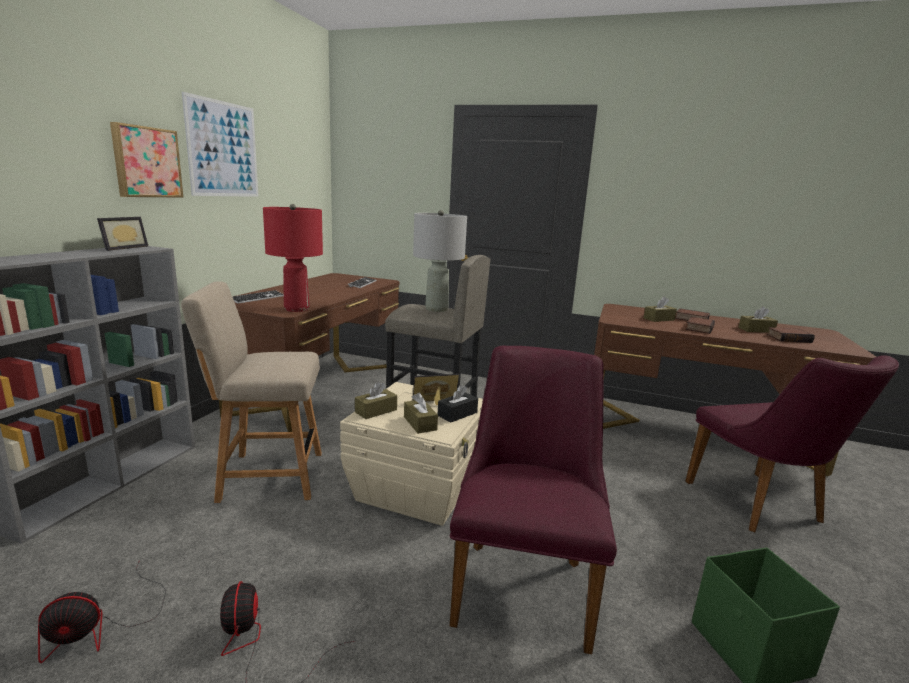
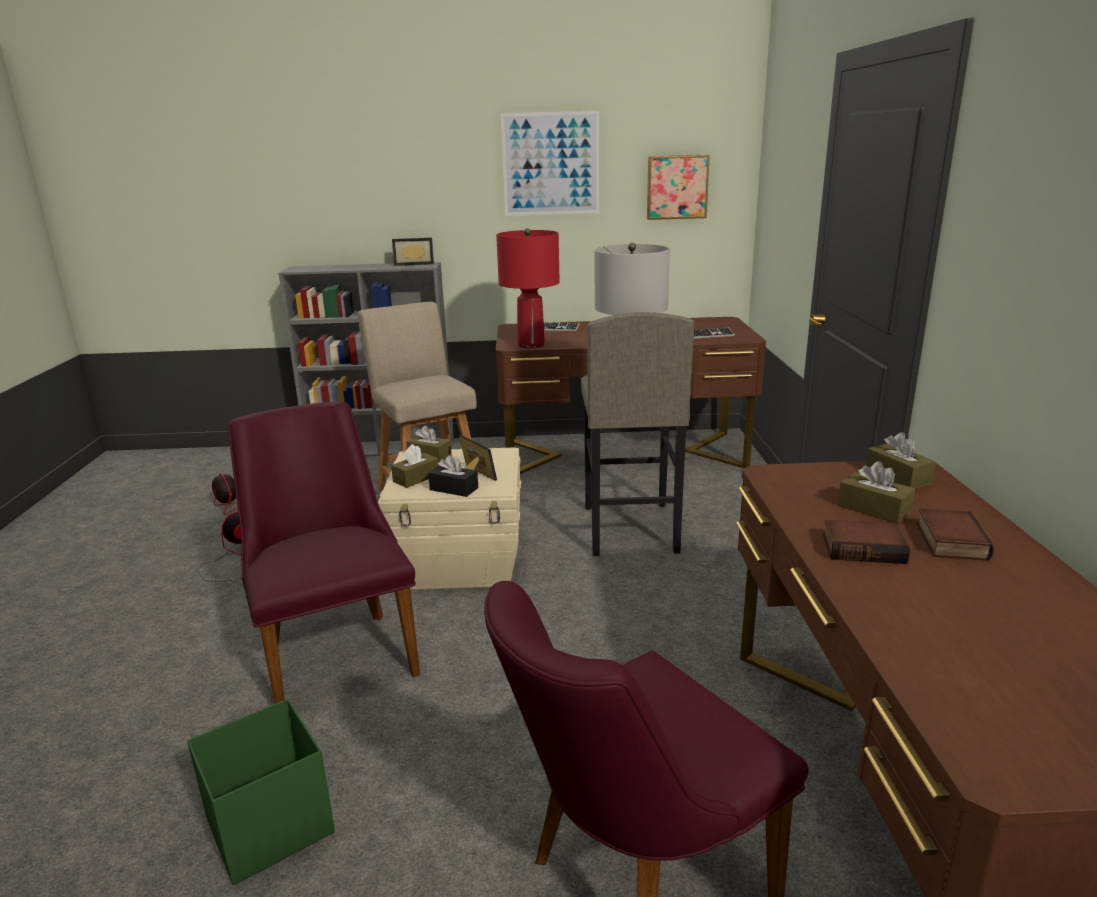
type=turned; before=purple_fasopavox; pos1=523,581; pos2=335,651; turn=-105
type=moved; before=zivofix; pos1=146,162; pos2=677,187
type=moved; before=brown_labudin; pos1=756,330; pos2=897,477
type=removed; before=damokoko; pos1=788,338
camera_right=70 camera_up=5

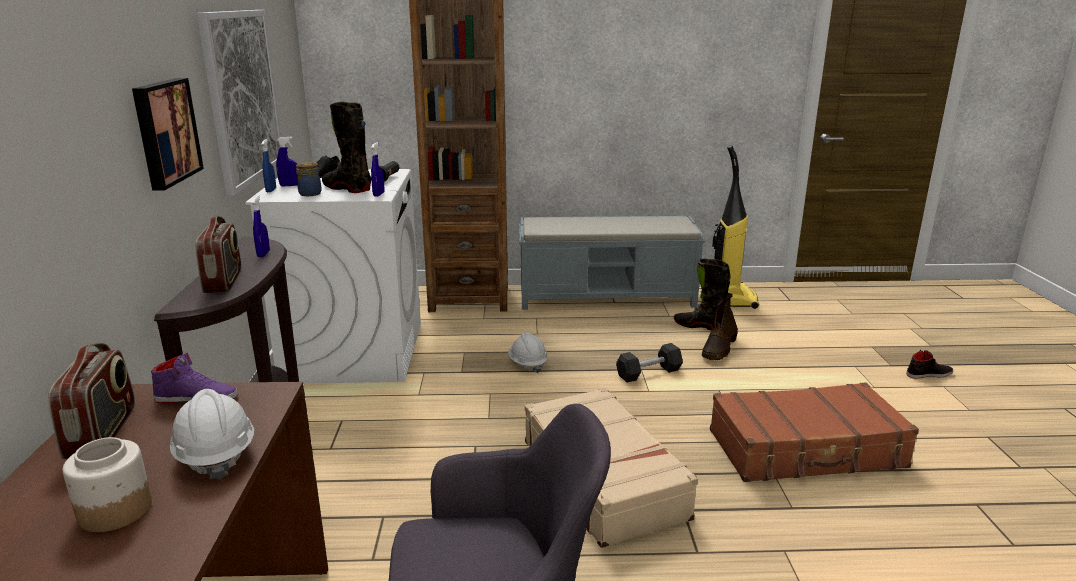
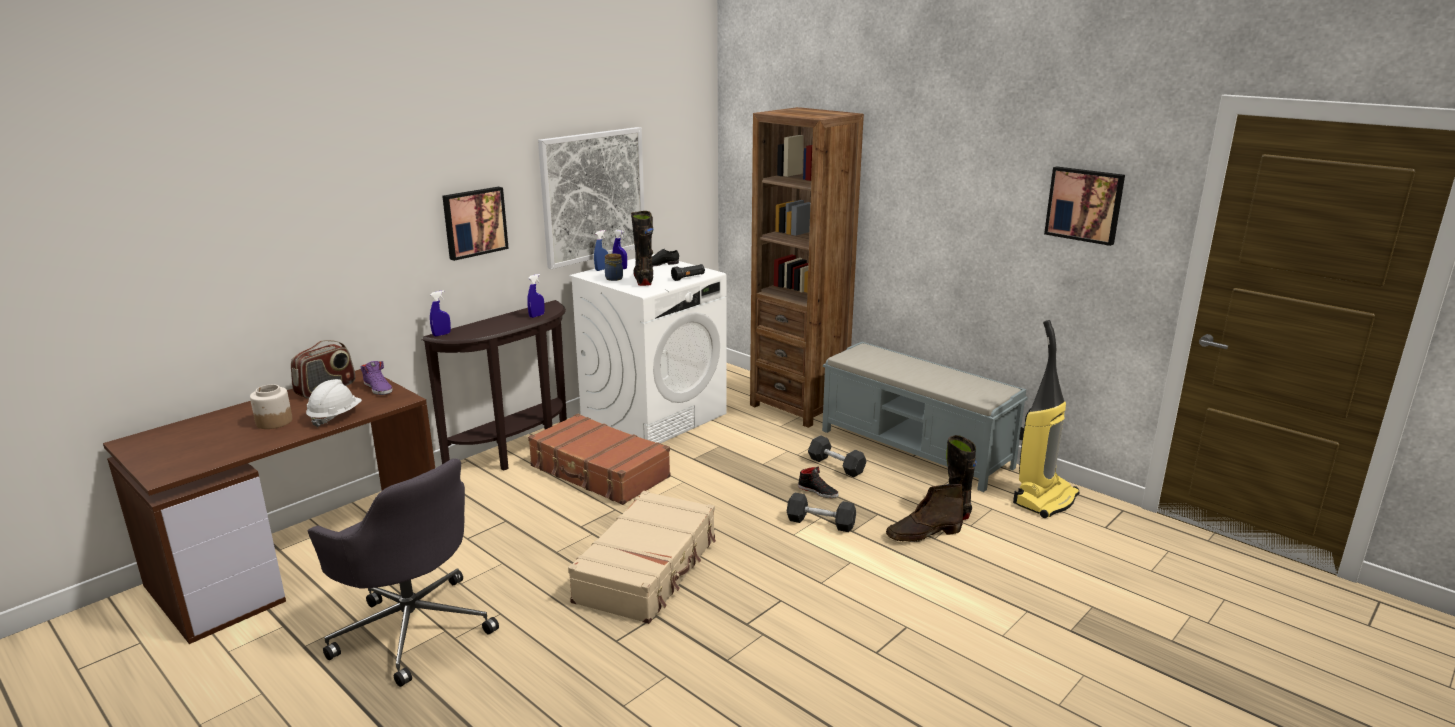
type=moved; before=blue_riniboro; pos1=378,194; pos2=441,334
type=moved; before=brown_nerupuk; pos1=806,450; pos2=599,472
type=moved; before=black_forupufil; pos1=928,374; pos2=818,491
type=added; after=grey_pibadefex; pos2=836,465
type=added; after=zivofix; pos2=1085,204
type=removed; before=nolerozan; pos1=224,281
type=removed; before=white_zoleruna; pos1=527,364
camera_right=45 camera_up=0

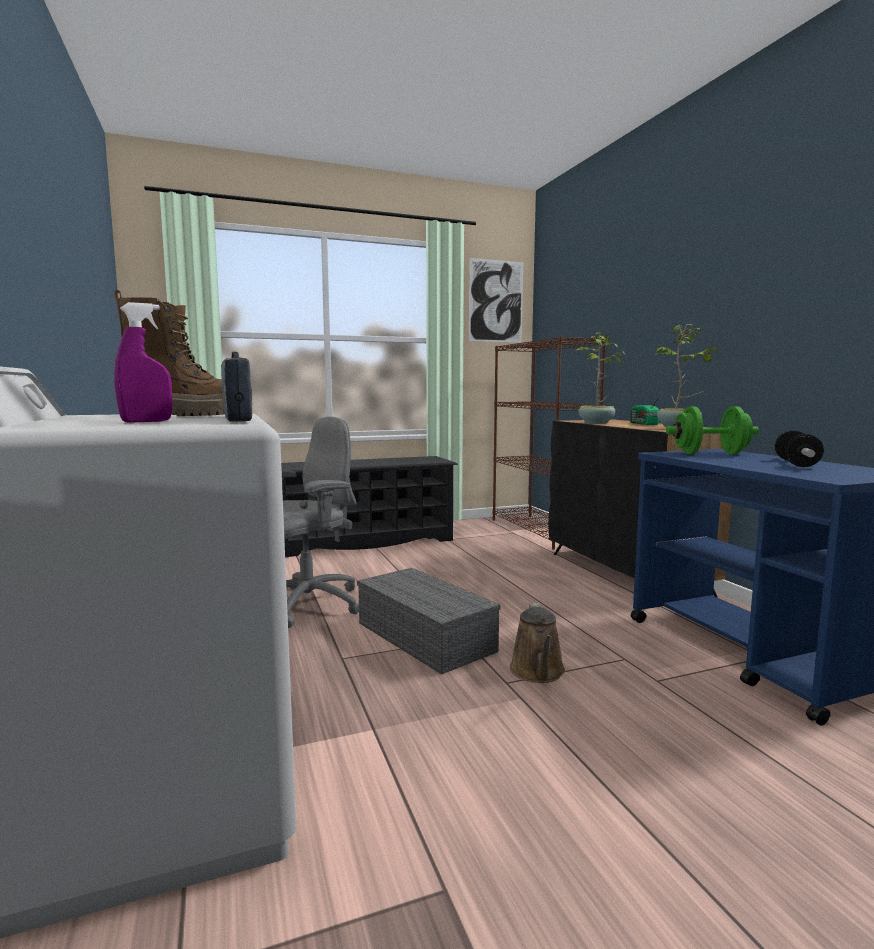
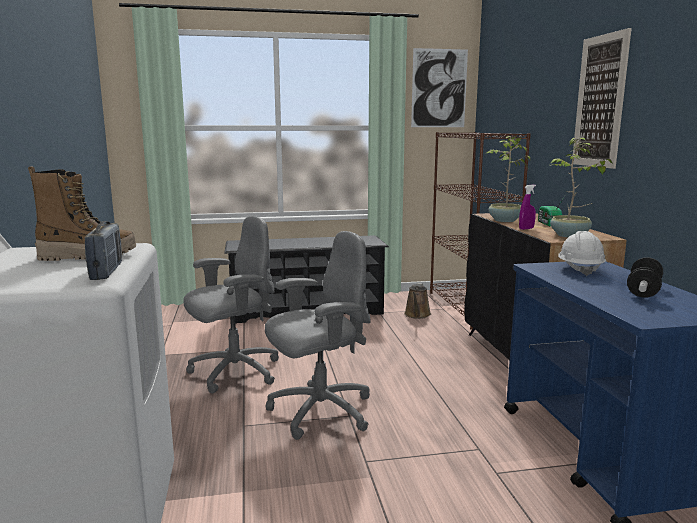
type=replaced; before=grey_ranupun; after=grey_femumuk; pos1=427,637; pos2=319,411
type=moved; before=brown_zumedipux; pos1=538,672; pos2=417,315
type=moved; before=purple_riniboro; pos1=146,421; pos2=526,228
type=replaced; before=green_pibadefex; after=white_zoleruna; pos1=710,454; pos2=579,269
type=added; after=zivofix; pos2=600,102
camera_right=10 camera_up=5

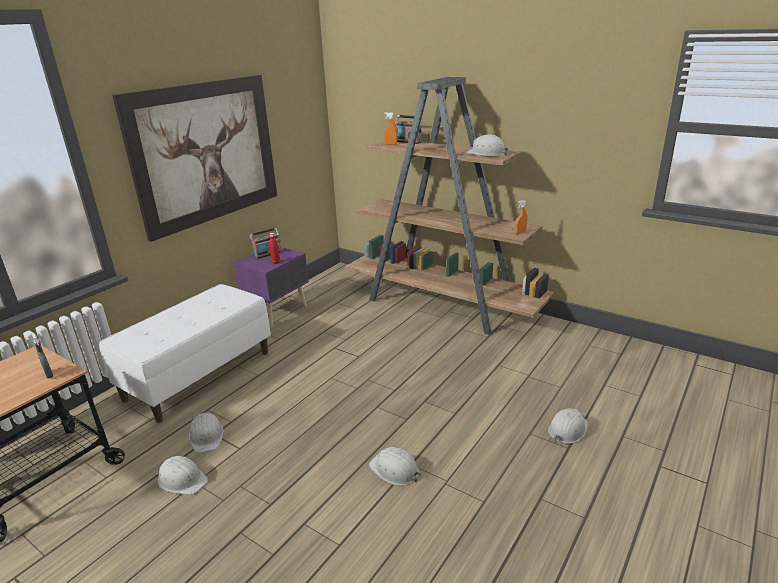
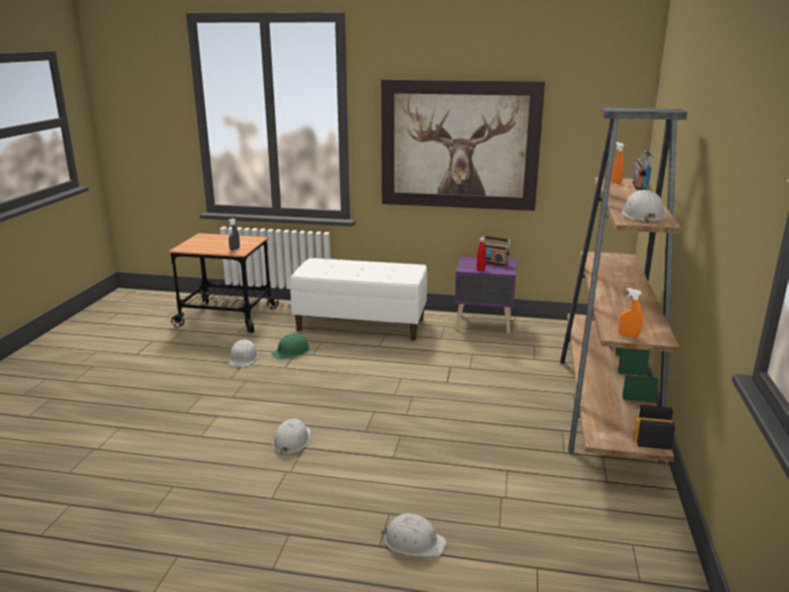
type=recoloured; before=white_zoleruna; after=green_zoleruna; pos1=207,436; pos2=291,351
camera_right=65 camera_up=-5

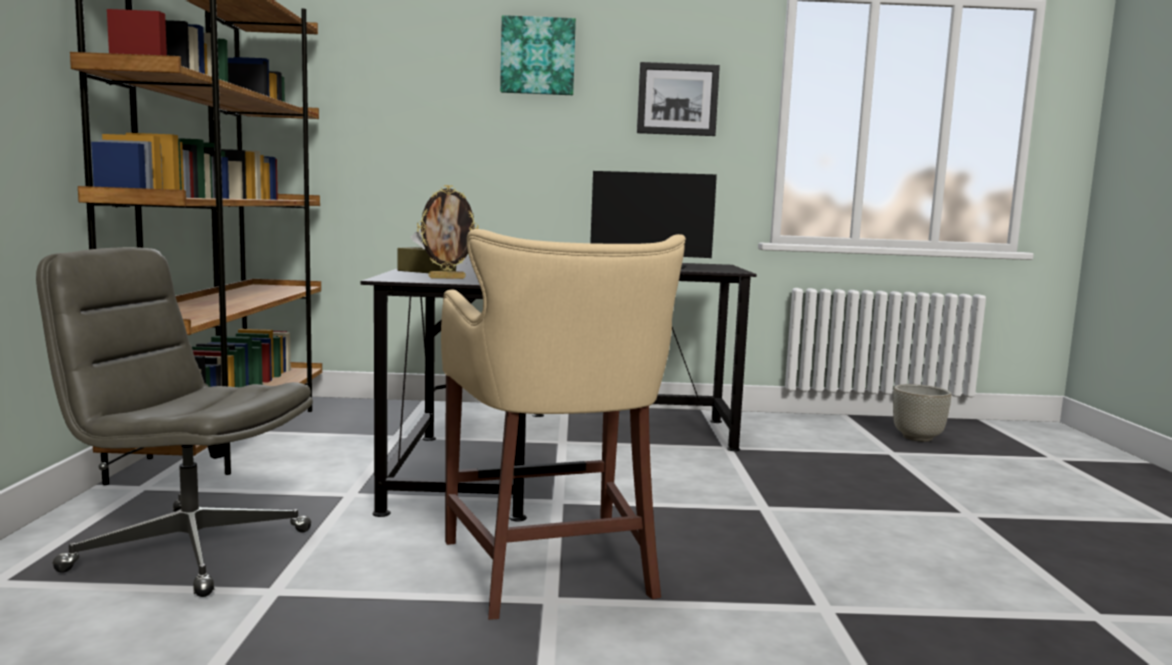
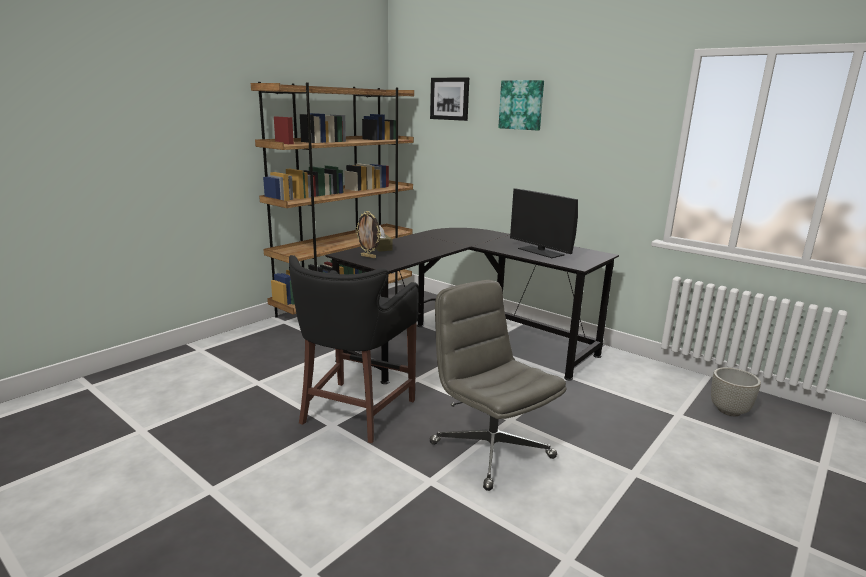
type=recoloured; before=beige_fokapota; after=black_fokapota; pos1=552,570; pos2=355,412
type=moved; before=grey_femumuk; pos1=188,550; pos2=490,449
type=moved; before=zivofix; pos1=677,99; pos2=450,99
camera_right=40 camera_up=10

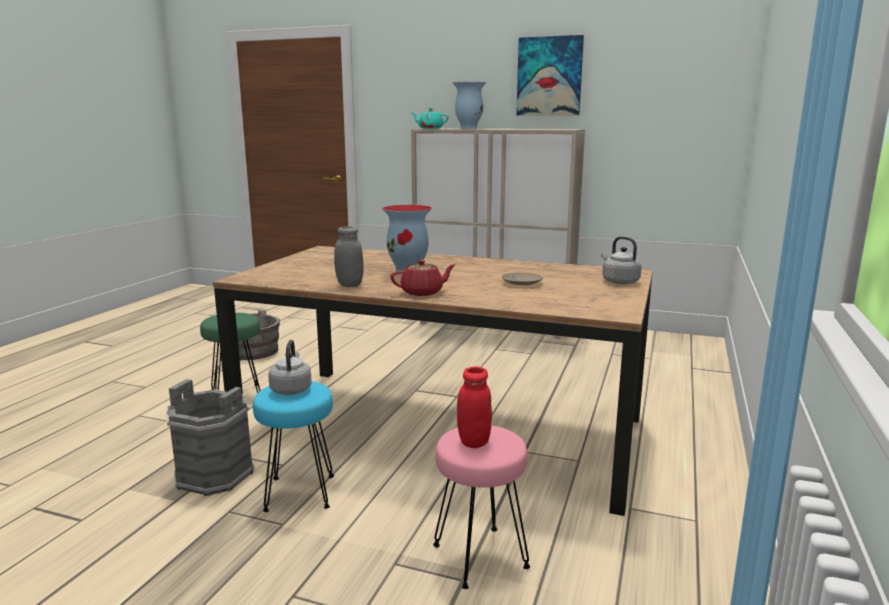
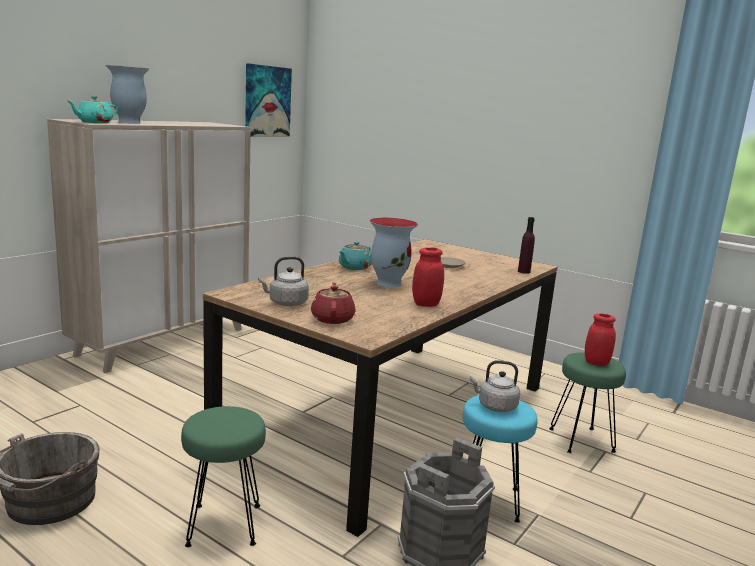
type=moved; before=zivofix; pos1=549,76; pos2=267,101
type=moved; before=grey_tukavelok; pos1=618,281; pos2=286,303
type=moved; before=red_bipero; pos1=423,292; pos2=332,318
type=added; after=turquoise_bipero; pos2=354,267
type=recoloured; before=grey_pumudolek; after=red_pumudolek; pos1=349,285; pos2=426,304
type=added; after=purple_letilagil; pos2=524,271
type=recoloured; before=pink_fokapota; after=green_fokapota; pos1=479,557; pos2=581,441
camera_right=-75 camera_up=0

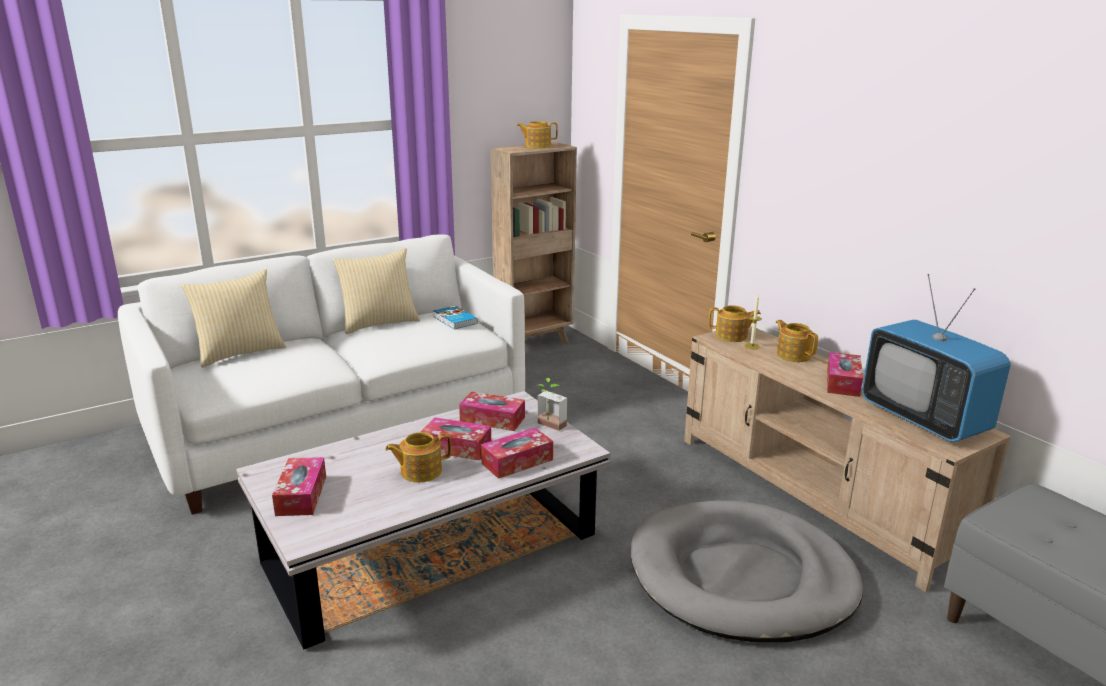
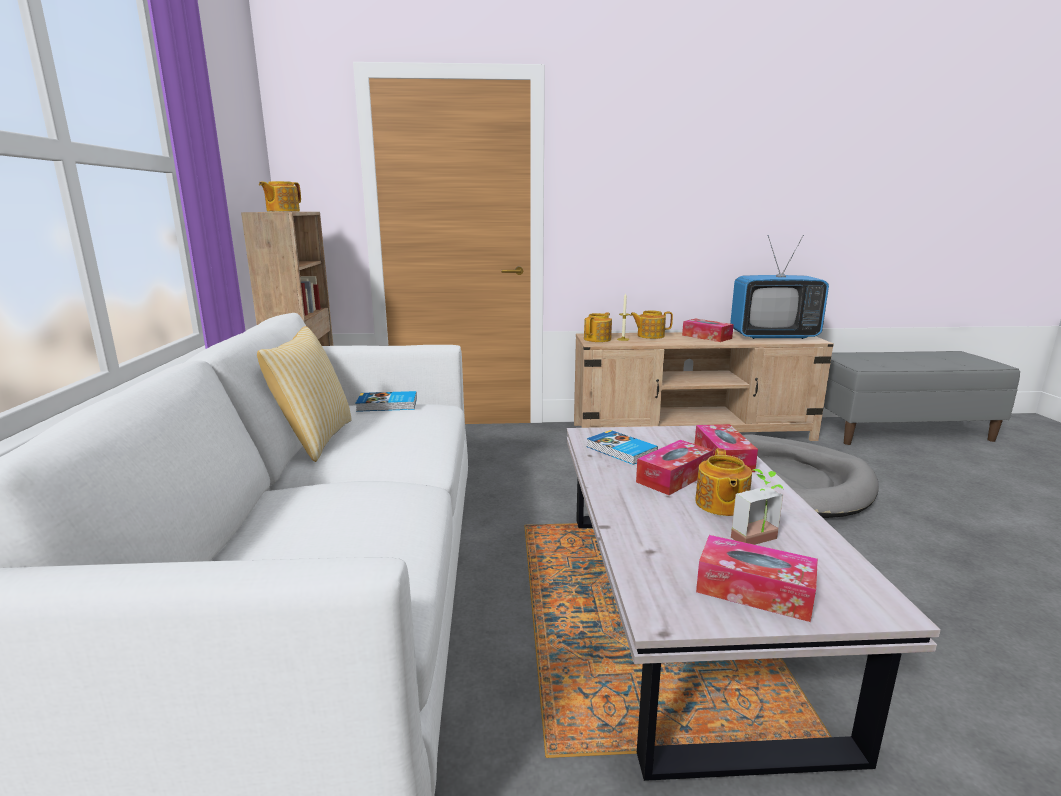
type=replaced; before=labudin; after=damokoko; pos1=492,419; pos2=621,451
type=moved; before=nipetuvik; pos1=548,426; pos2=760,542
type=removed; before=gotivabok; pos1=240,353
camera_right=-60 camera_up=-5

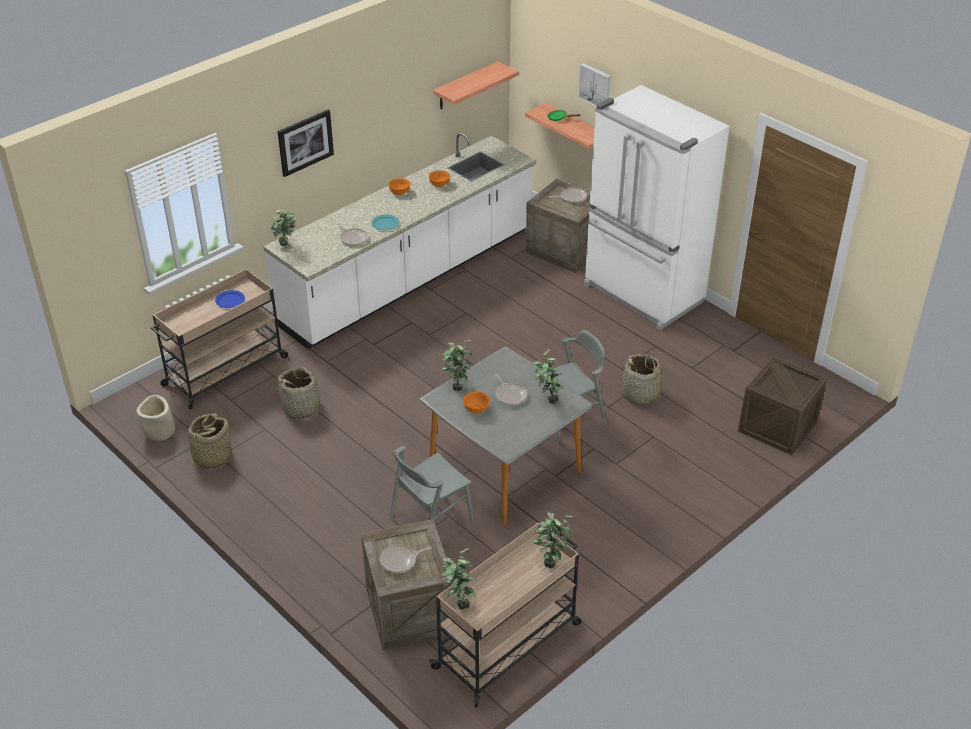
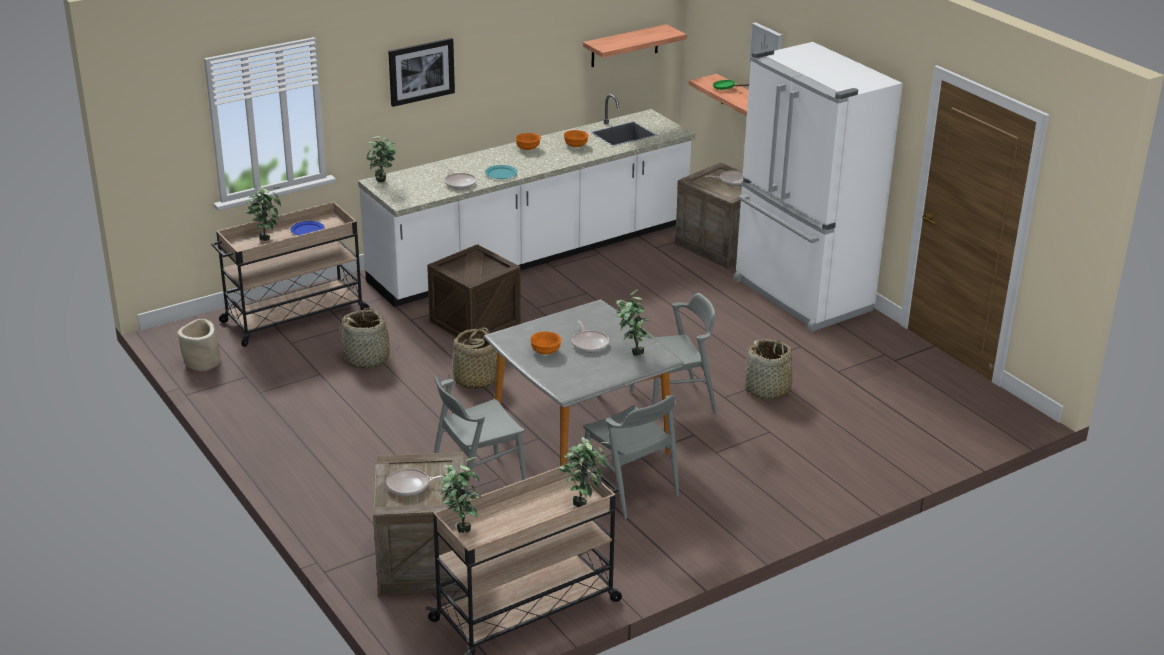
type=moved; before=nipetuvik; pos1=457,385; pos2=266,237
type=moved; before=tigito; pos1=777,426; pos2=475,322
type=moved; before=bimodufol; pos1=212,457; pos2=475,380
type=added; after=grey_fasopavox; pos2=629,489
camera_right=10 camera_up=-10

